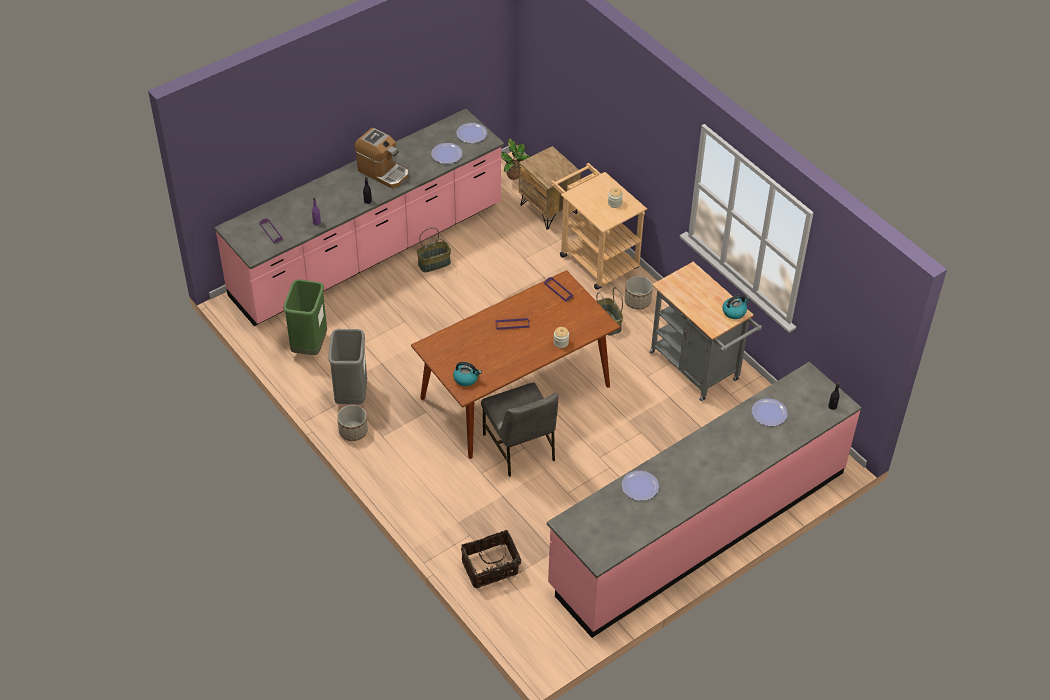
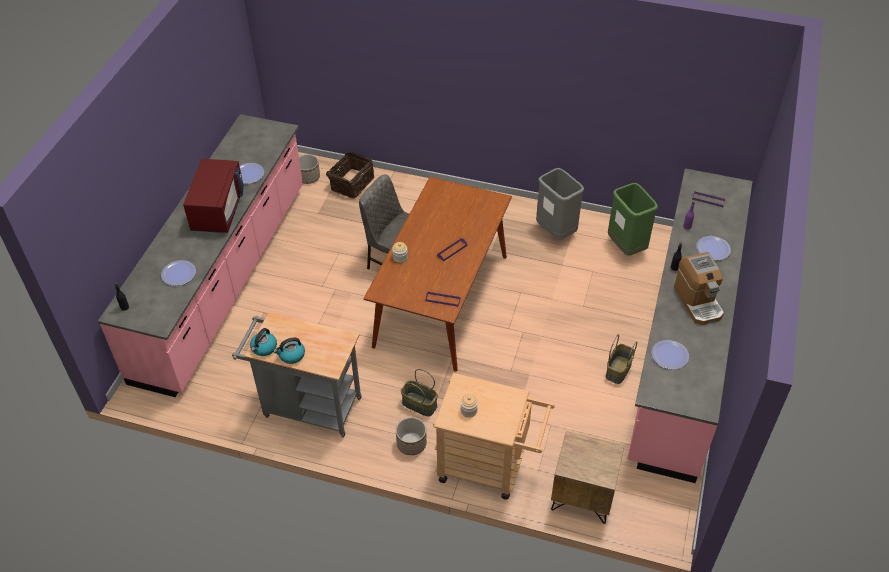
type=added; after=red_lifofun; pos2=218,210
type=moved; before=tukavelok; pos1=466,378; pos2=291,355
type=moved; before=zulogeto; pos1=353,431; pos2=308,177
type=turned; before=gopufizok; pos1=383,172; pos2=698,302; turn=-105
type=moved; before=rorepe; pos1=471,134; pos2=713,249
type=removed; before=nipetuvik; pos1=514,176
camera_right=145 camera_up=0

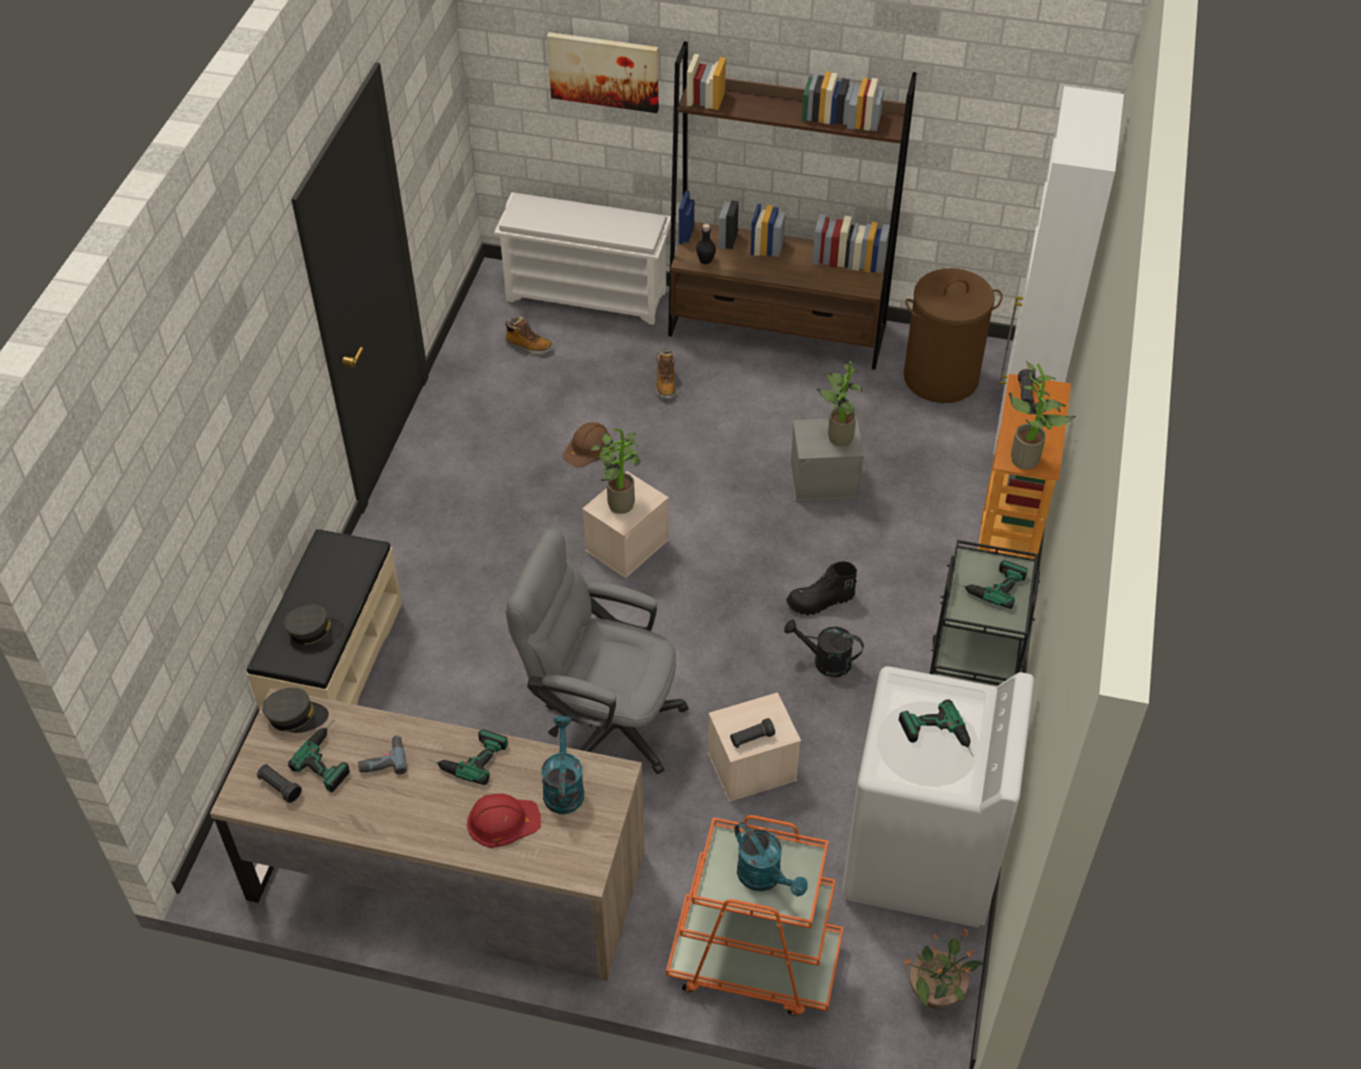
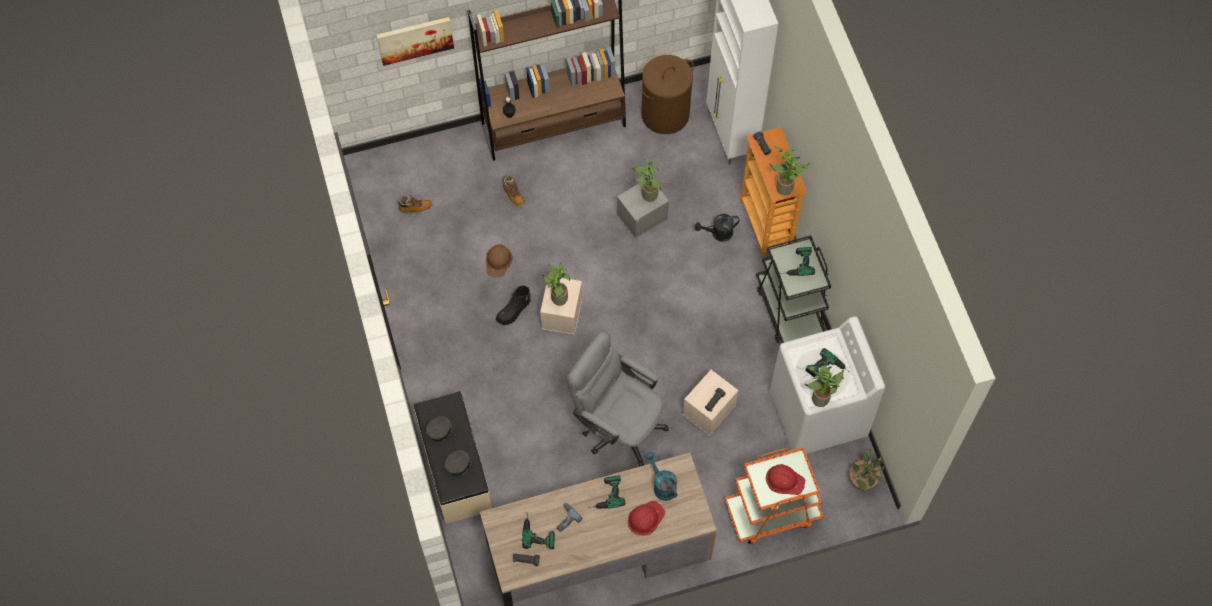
type=moved; before=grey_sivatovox; pos1=296,716; pos2=442,430
type=moved; before=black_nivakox; pos1=821,602; pos2=514,311
type=turned; before=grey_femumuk; pos1=602,720; pos2=617,424; turn=45
type=moved; before=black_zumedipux; pos1=825,661; pos2=718,233
type=replaced; before=turquoise_zumedipux; after=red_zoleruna; pos1=765,878; pos2=784,480
type=added; after=nipetuvik; pos2=821,397
type=removed; before=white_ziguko; pos1=588,295
camera_right=-30 camera_up=15

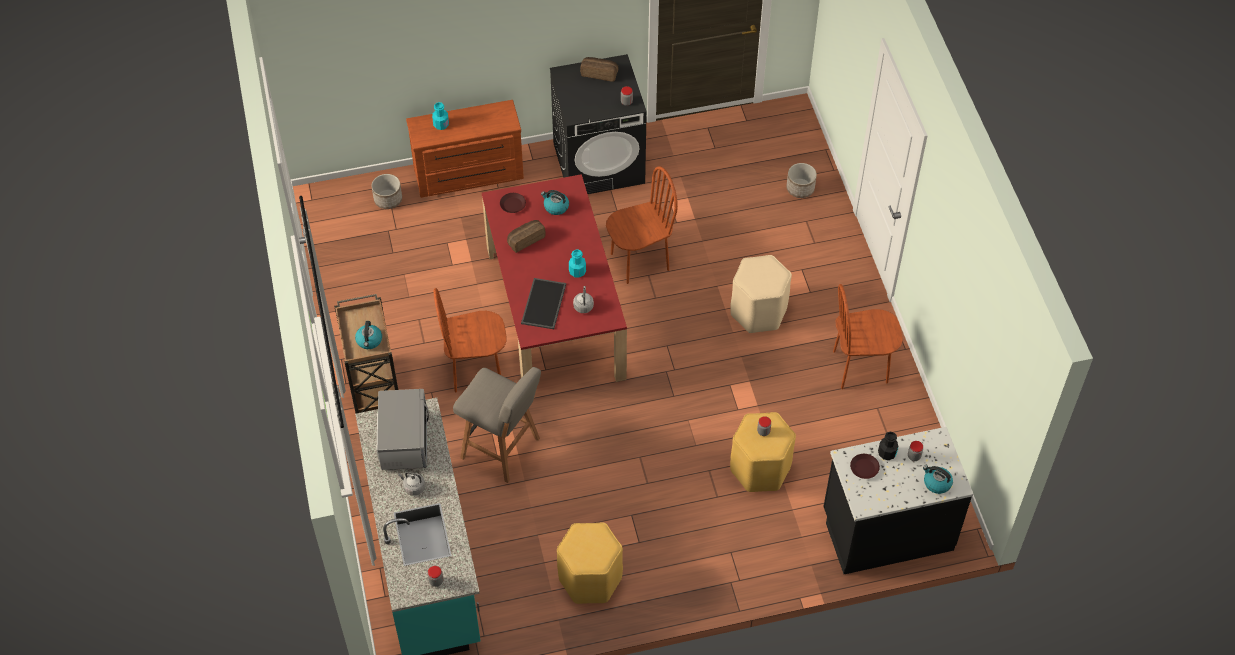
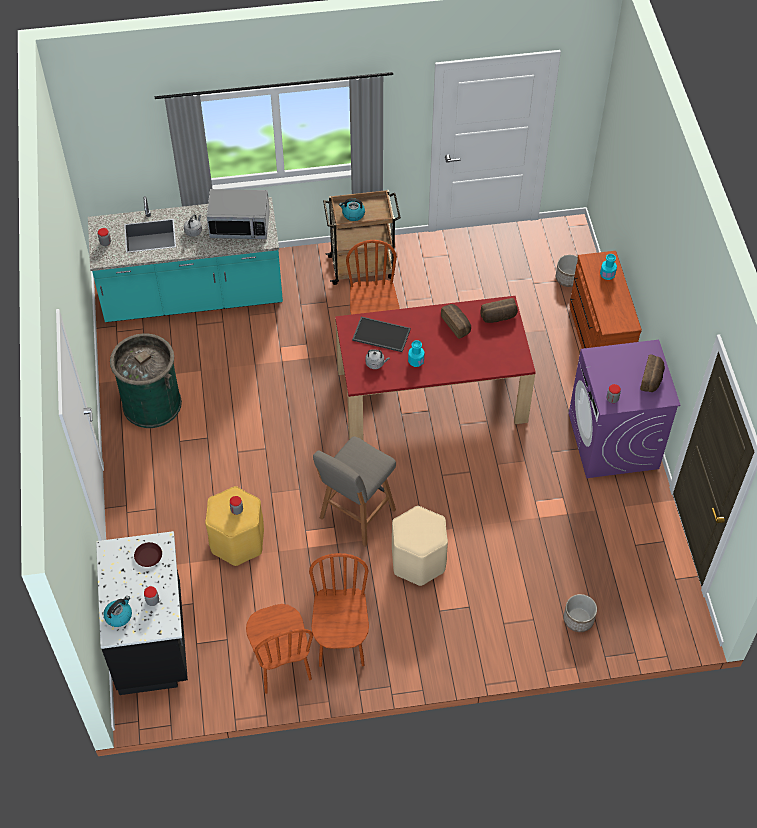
type=replaced; before=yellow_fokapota; after=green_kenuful; pos1=589,578; pos2=152,404
type=moved; before=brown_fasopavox; pos1=639,261; pos2=281,665
type=moved; before=grey_fokapota; pos1=502,449; pos2=356,516
type=replaced; before=brown_rorepe; after=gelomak; pos1=512,205; pos2=498,317
type=recoloured; before=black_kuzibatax; after=purple_kuzibatax; pos1=599,163; pos2=613,441
type=removed; before=tukavelok; pos1=555,207
type=removed; before=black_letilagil; pos1=887,453
camera_right=95 camera_up=0

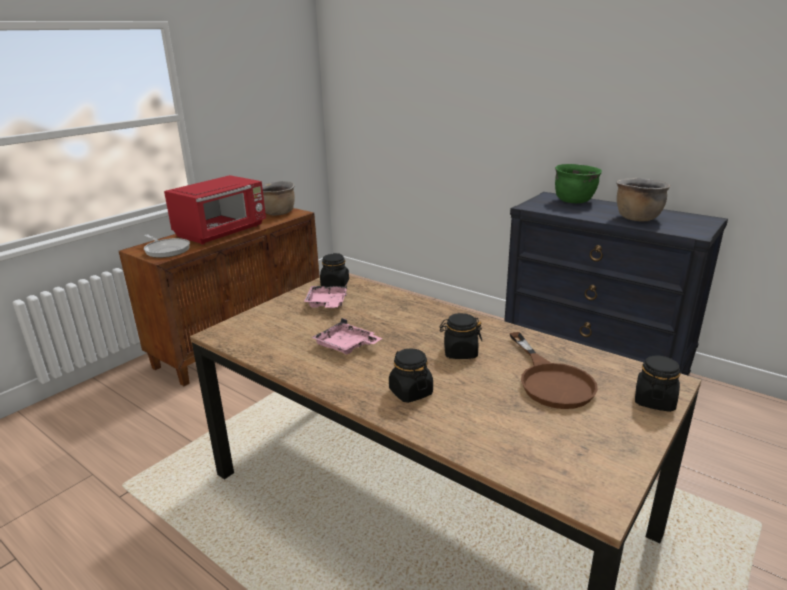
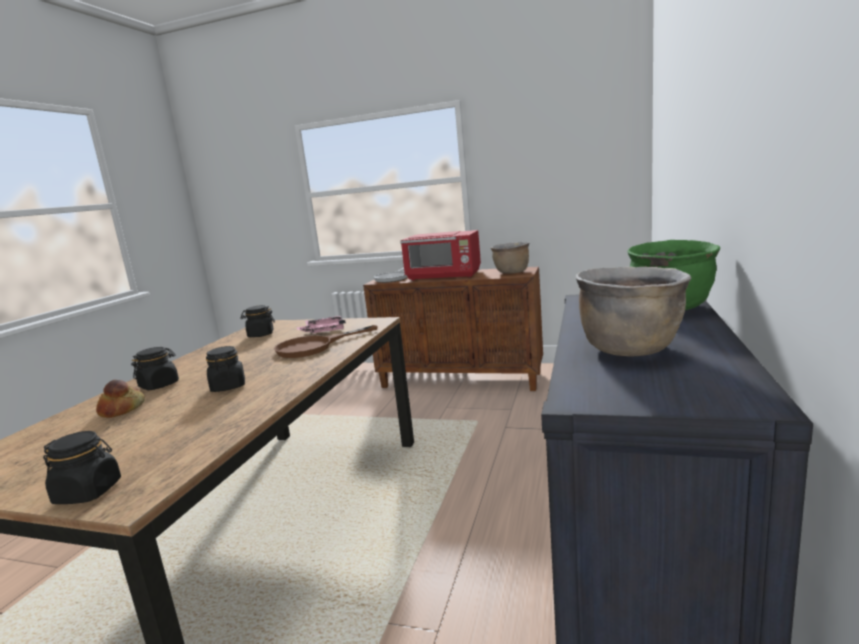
type=added; after=gelomak; pos2=122,409
type=moved; before=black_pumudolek; pos1=335,284; pos2=260,335
type=moved; before=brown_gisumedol; pos1=551,380; pos2=314,346
type=removed; before=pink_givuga; pos1=346,346
camera_right=70 camera_up=-10

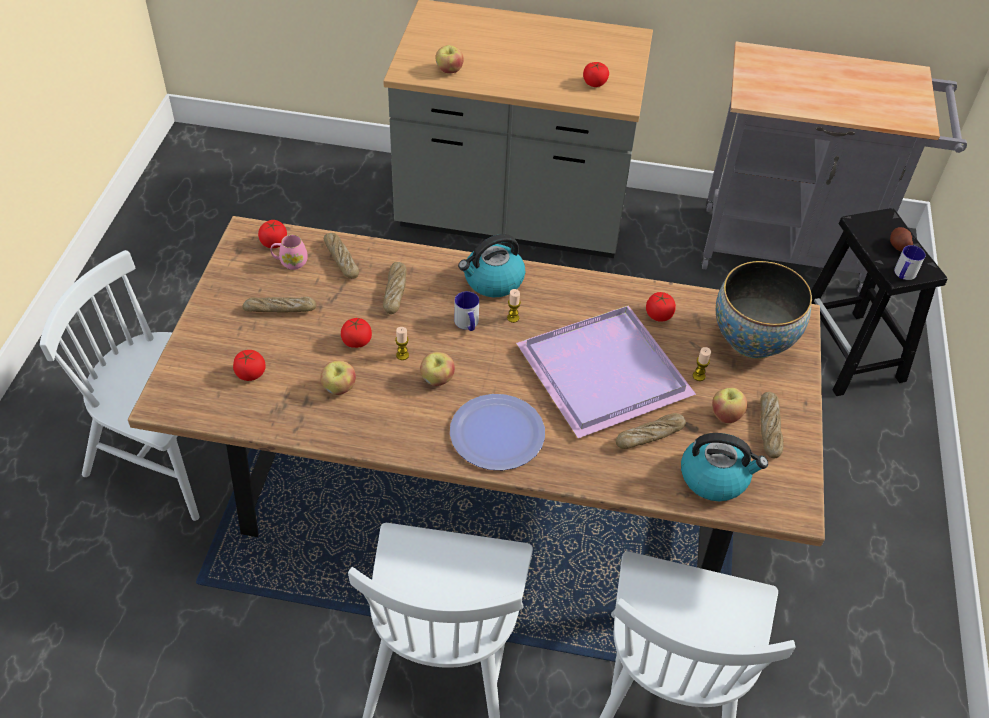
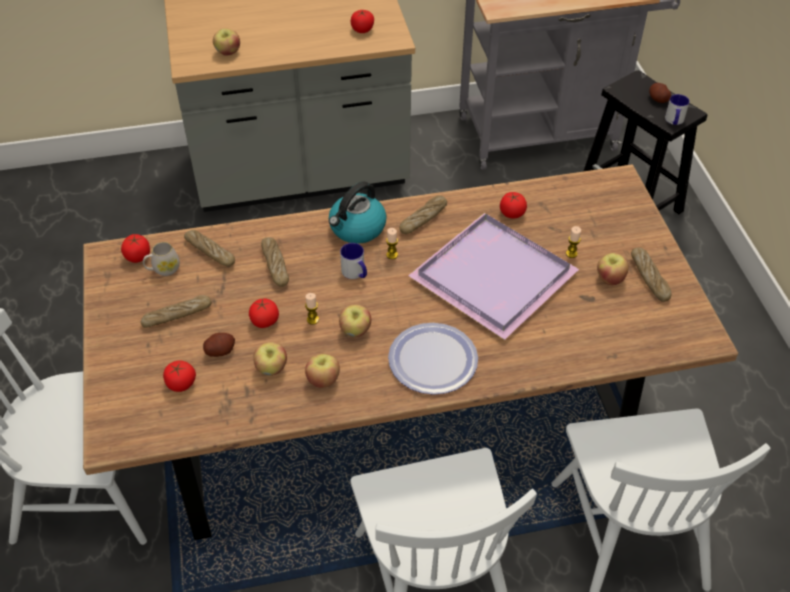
type=recoloured; before=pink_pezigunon; after=white_pezigunon; pos1=290,262; pos2=163,269
type=added; after=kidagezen; pos2=220,350
type=added; after=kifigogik; pos2=323,380
type=moved; before=gelomak; pos1=650,435; pos2=423,219
type=removed; before=tukavelok; pos1=715,477
type=removed; before=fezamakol; pos1=752,341
camera_right=-20 camera_up=0

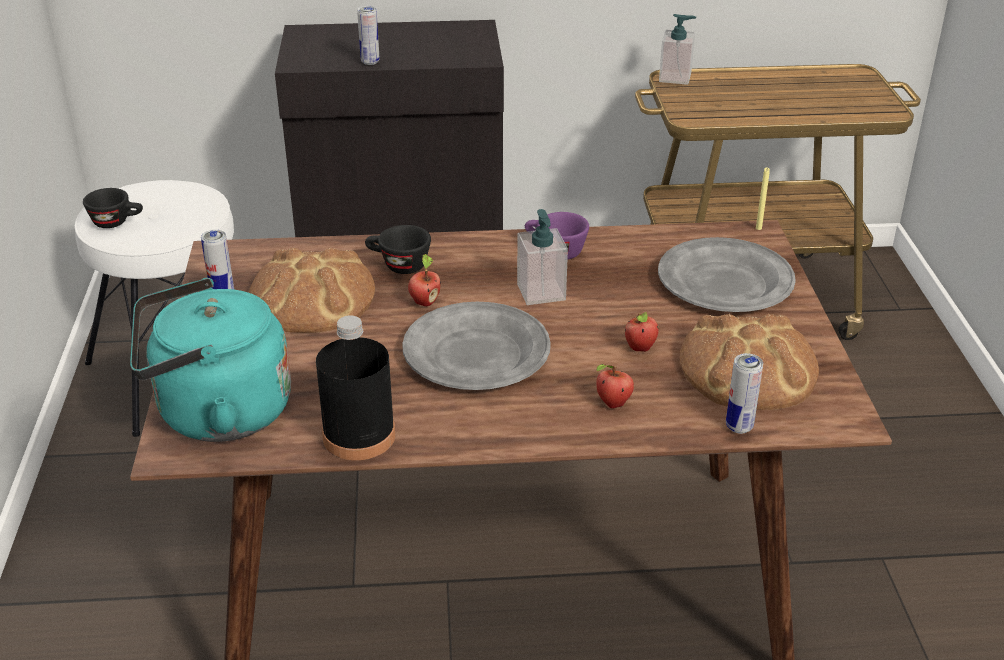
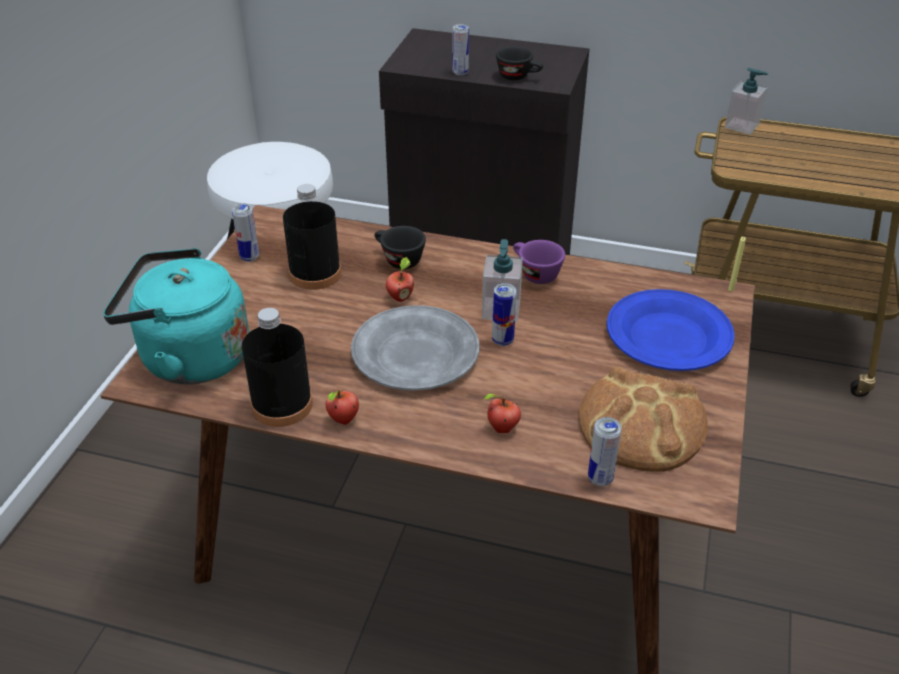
type=replaced; before=gelomak; after=black_letilagil; pos1=312,298; pos2=315,274
type=moved; before=kifigogik; pos1=641,349; pos2=343,420
type=added; after=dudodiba; pos2=502,340
type=moved; before=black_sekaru; pos1=117,222; pos2=519,77
type=recoloured; before=grey_rorepe; after=blue_rorepe; pos1=724,283; pos2=667,336
camera_right=20 camera_up=5

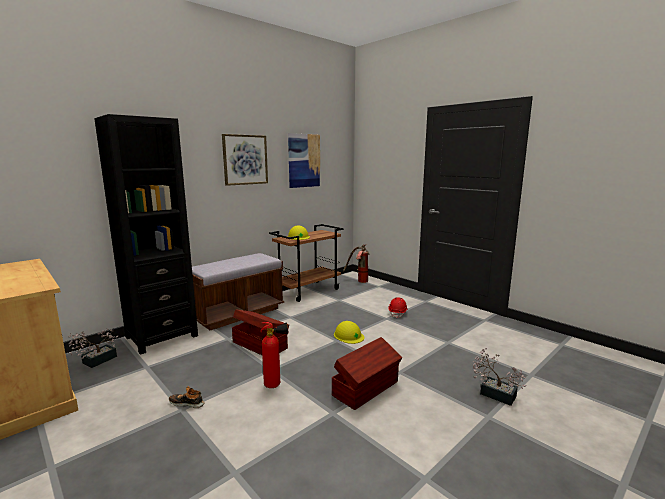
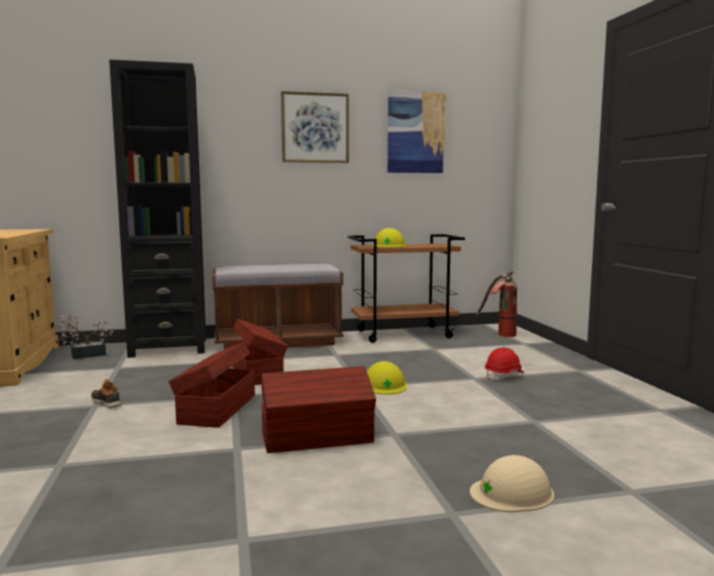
type=replaced; before=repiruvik; after=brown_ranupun; pos1=276,384; pos2=216,409
type=replaced; before=nipetuvik; after=beige_zoleruna; pos1=494,393; pos2=512,493
camera_right=30 camera_up=-5

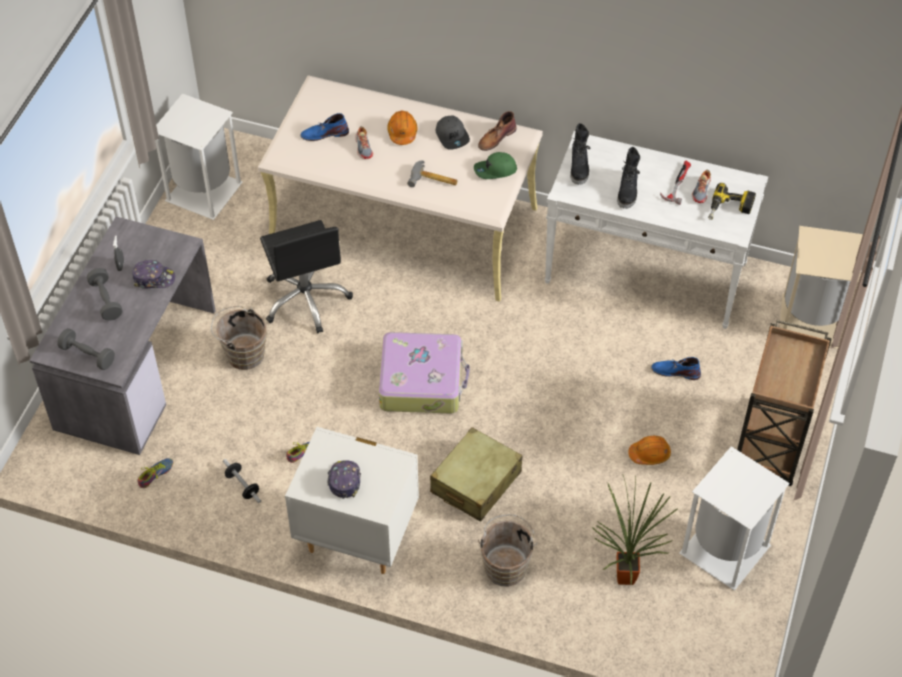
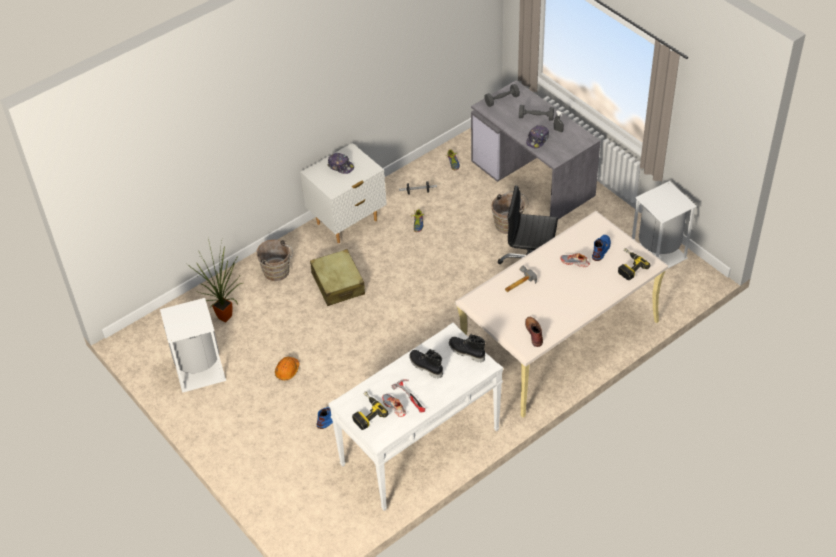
type=added; after=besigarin; pos2=628,266
type=removed; before=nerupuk; pos1=422,381
type=removed; before=orange_zoleruna; pos1=402,132
type=removed; before=grey_sivatovox; pos1=452,136
type=removed; before=green_sivatovox; pos1=495,170
type=removed; before=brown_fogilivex; pos1=770,445
type=removed; before=beige_kenuful; pos1=809,320
camera_right=125 camera_up=-5

